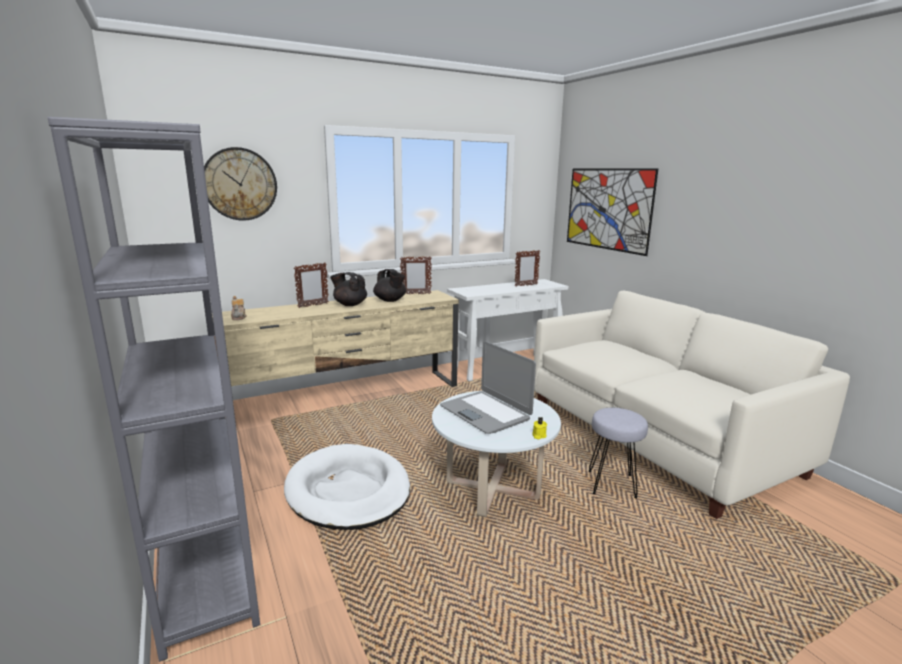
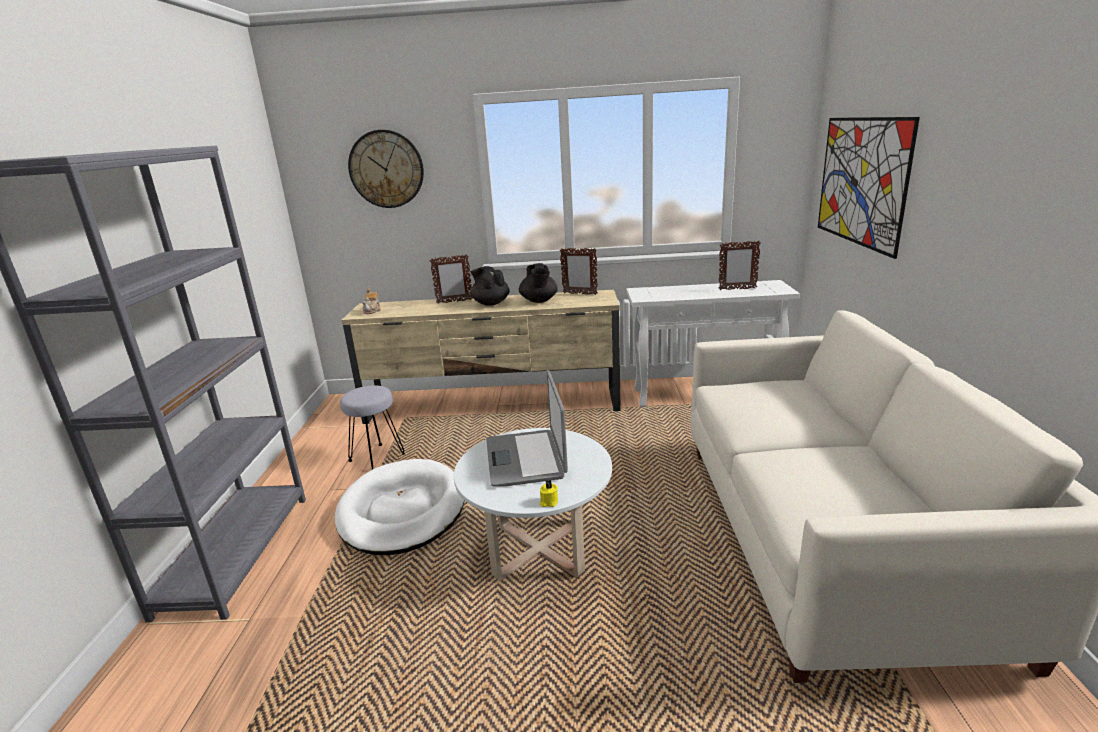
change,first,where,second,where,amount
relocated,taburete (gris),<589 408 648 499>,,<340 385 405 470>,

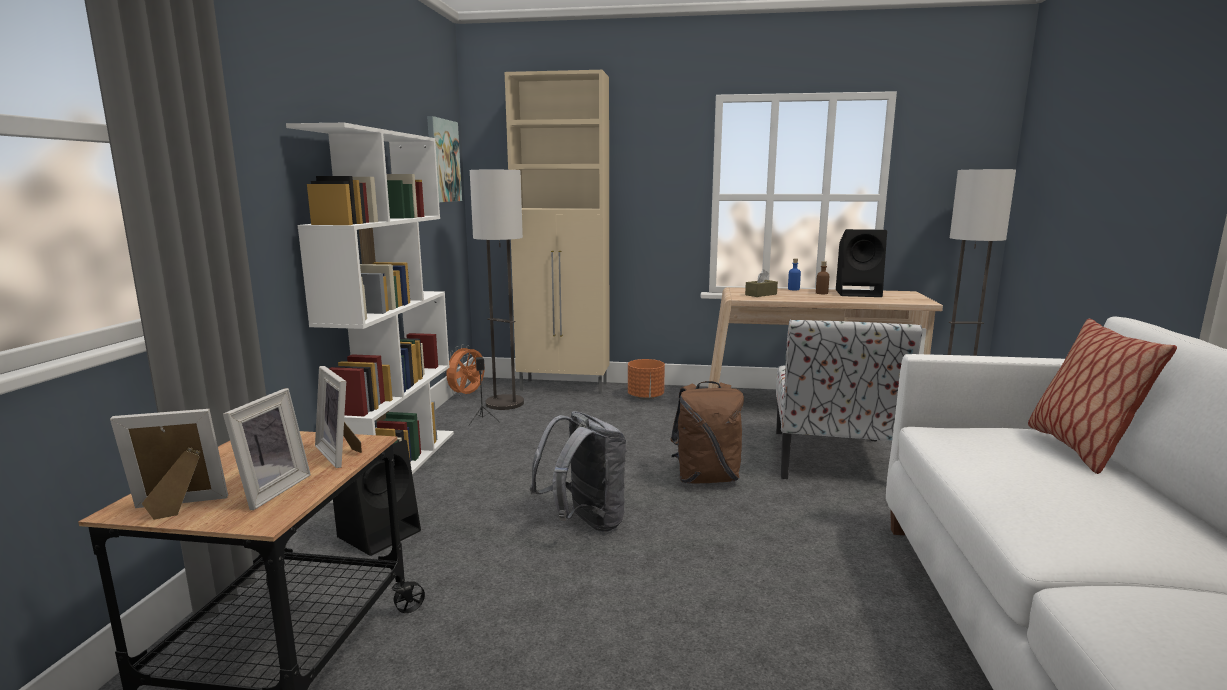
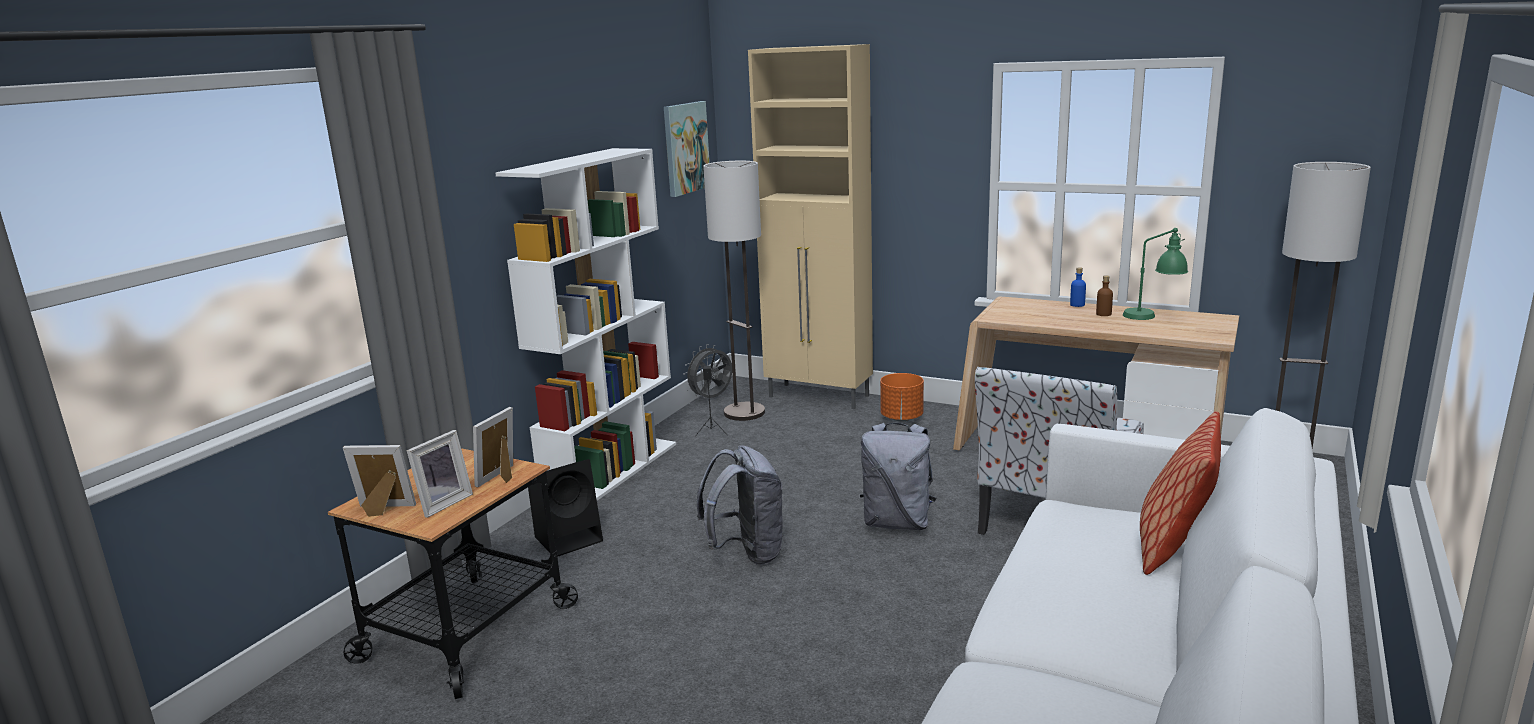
change,first,where,second,where,amount
exchanged,altavoz (negro),<836 229 887 297>,lámpara de mesa (verde),<1123 228 1188 320>,
missing,caja de pañuelos (marrón),<745 269 778 297>,,,
colour,ventilador (naranja),<443 345 485 396>,ventilador (gris),<683 344 732 399>,
spun,portarretratos,<315 366 362 468>,,<473 407 513 488>,45 degrees clockwise
colour,mochila (marrón),<670 381 744 483>,mochila (gris),<860 423 936 530>,

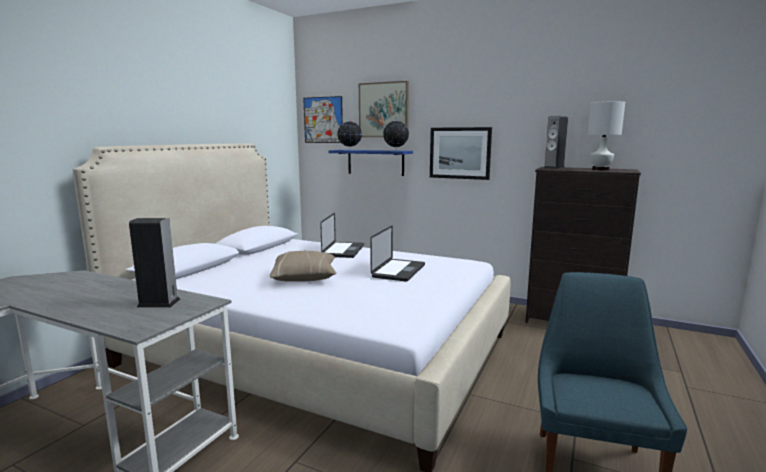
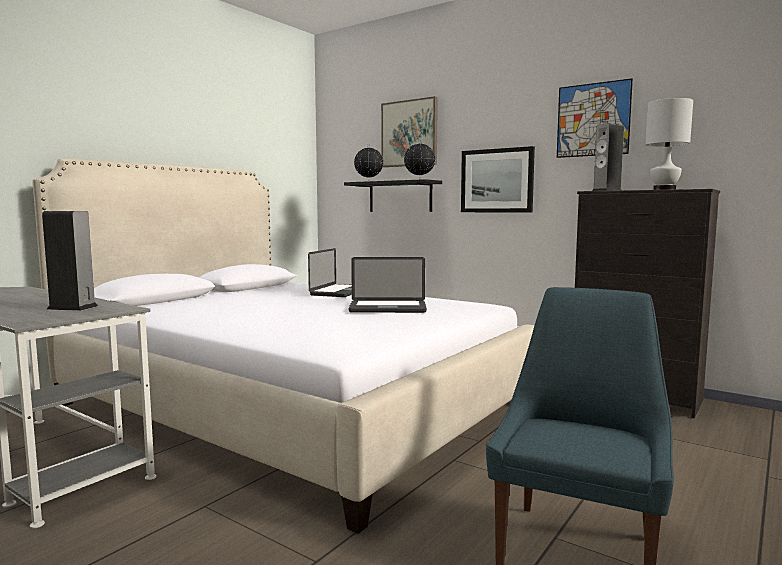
change,first,where,second,where,amount
relocated,cuadro,<303 96 343 143>,,<557 78 633 158>,
colour,estante (azul),<328 150 413 176>,estante (negro),<344 179 442 212>,
spun,portátil,<370 225 425 282>,,<348 257 427 313>,60 degrees clockwise
missing,cojín (beis),<270 250 336 282>,,,

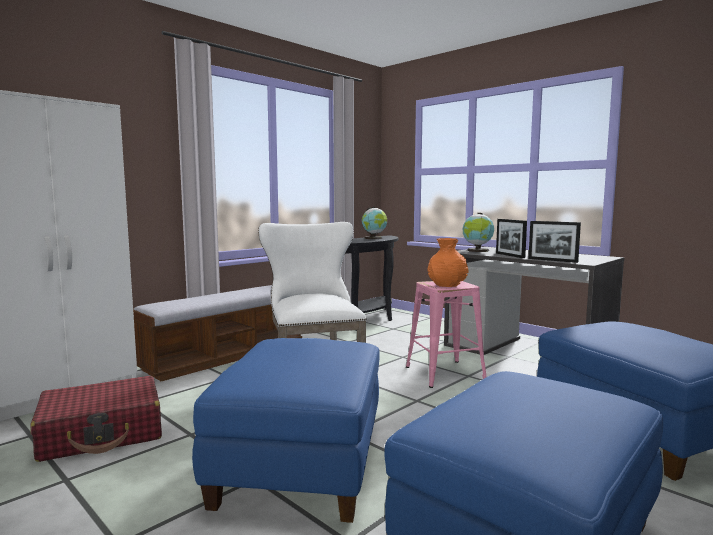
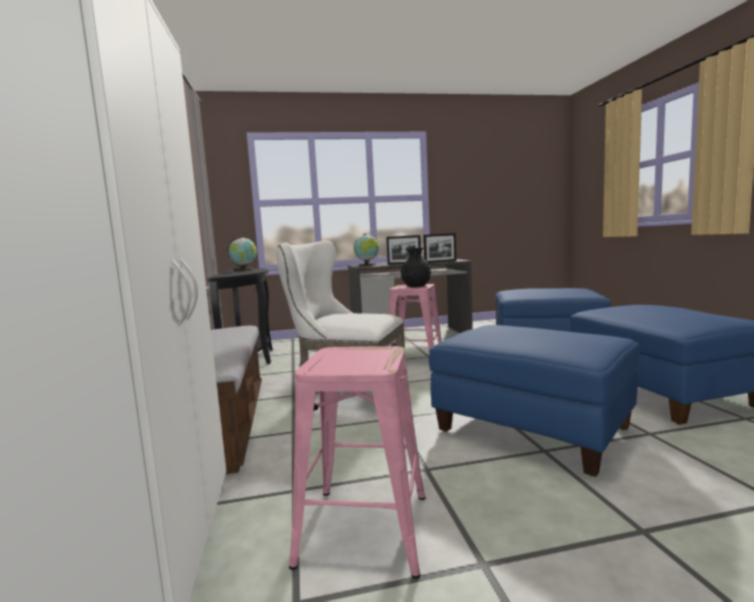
change,first,where,second,where,amount
colour,florero (naranja),<428 238 469 287>,florero (negro),<401 248 431 287>,
exchanged,maleta (rojo),<31 376 162 462>,taburete (rosa),<289 346 426 579>,

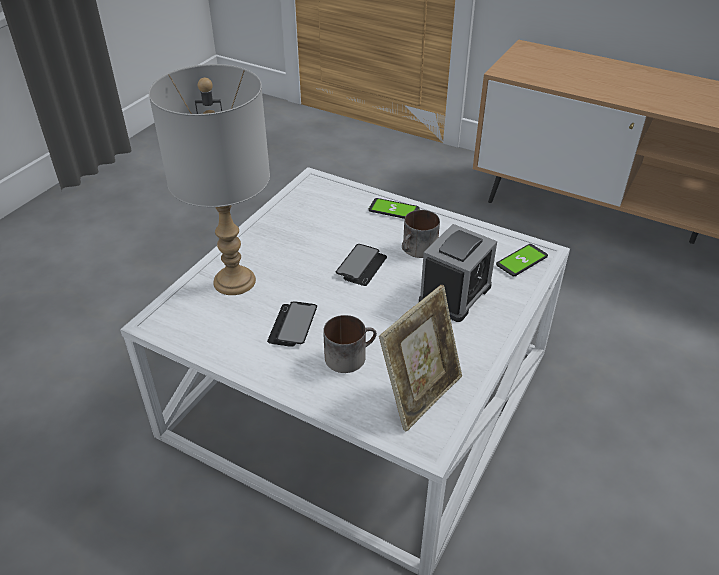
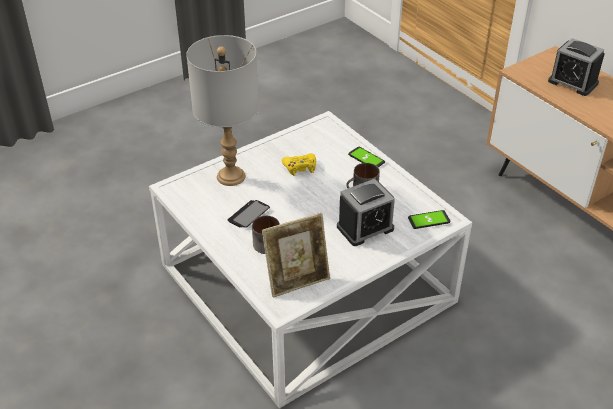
change,first,where,second,where,amount
missing,móvil,<335 244 387 286>,,,
appeared,,,despertador,<548 38 605 96>,
appeared,,,mando de consola (amarillo),<282 153 316 176>,

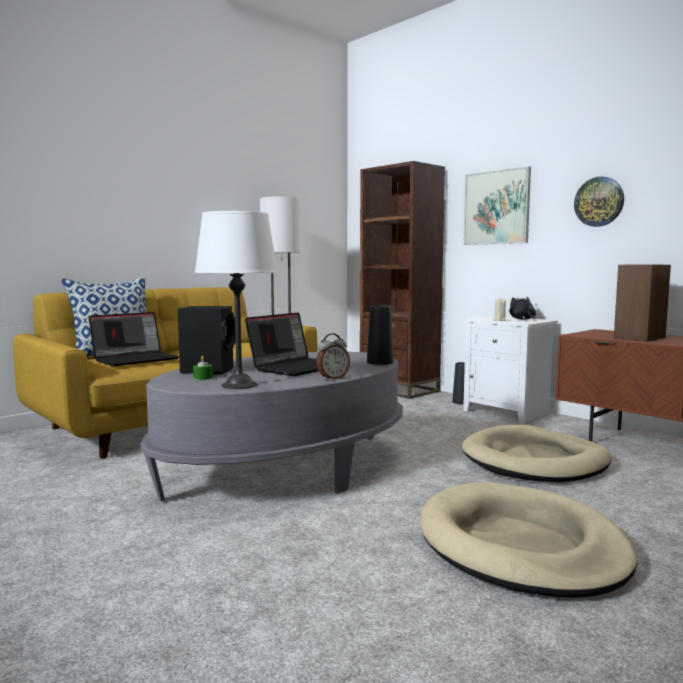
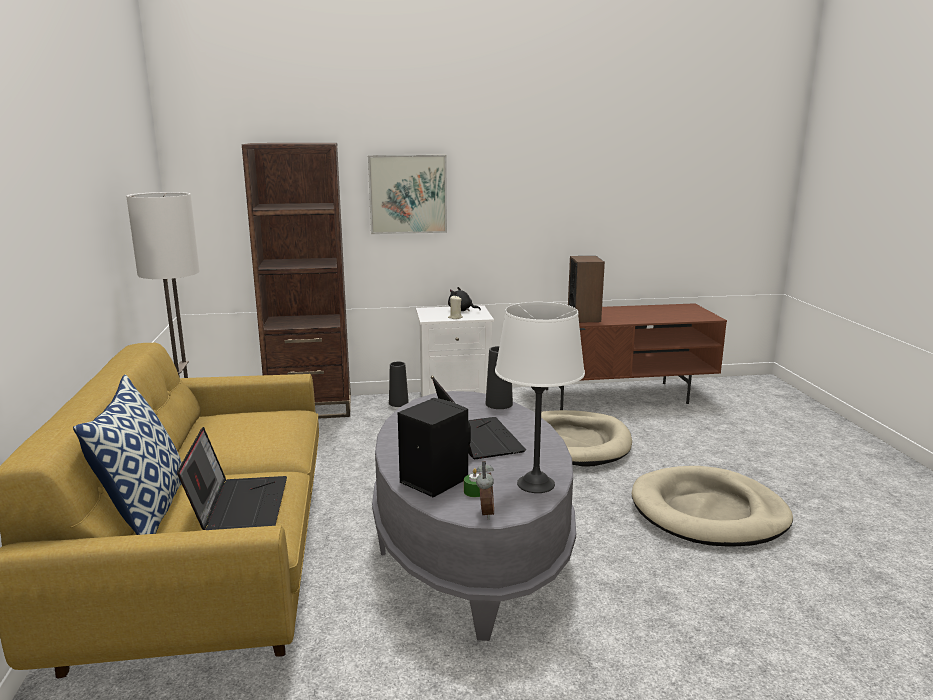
change,first,where,second,where,amount
missing,reloj de pared,<574 177 624 227>,,,
relocated,despertador,<316 333 350 380>,,<476 461 494 519>,

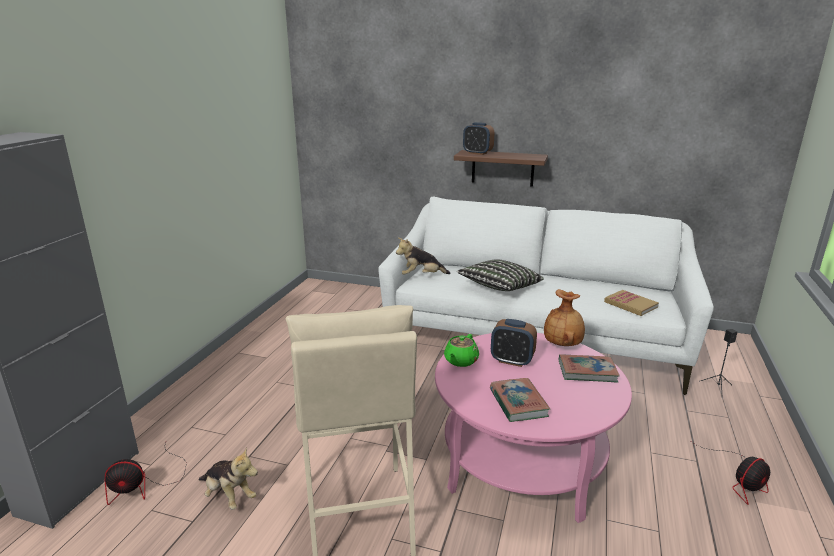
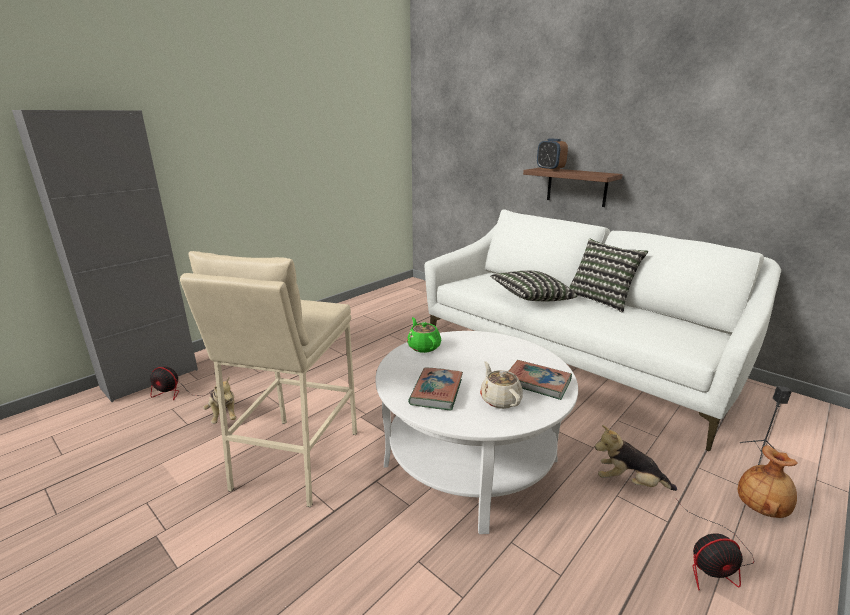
change,first,where,second,where,amount
relocated,peluche,<396 237 451 275>,,<595 425 677 491>,
relocated,florero (marrón),<544 289 585 346>,,<738 445 798 518>,
missing,libro,<604 290 659 316>,,,
missing,despertador,<491 319 537 367>,,,
colour,mesa de centro (rosa),<435 333 632 523>,mesa de centro (blanco),<375 331 578 534>,
spun,tetera (verde),<444 334 479 367>,,<407 317 441 353>,105 degrees clockwise
appeared,,,cojín,<569 239 648 313>,
appeared,,,tetera (beis),<480 361 523 409>,

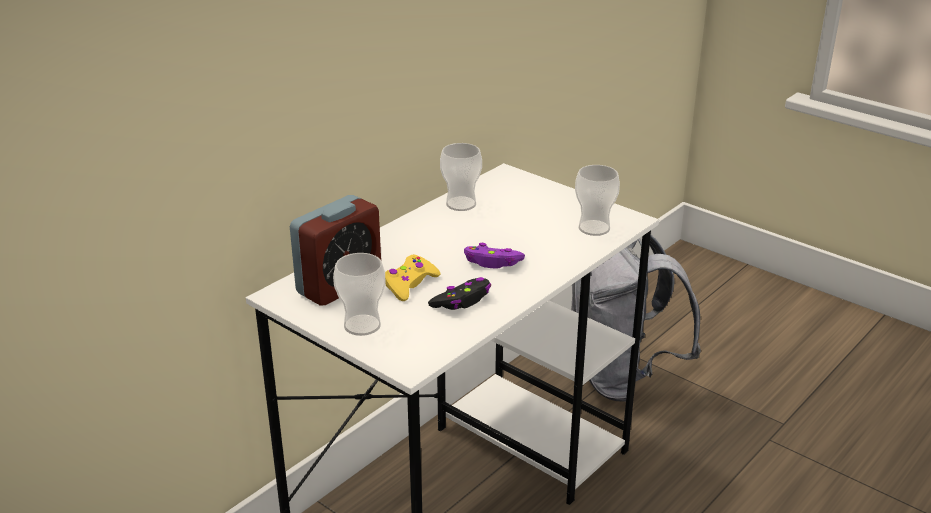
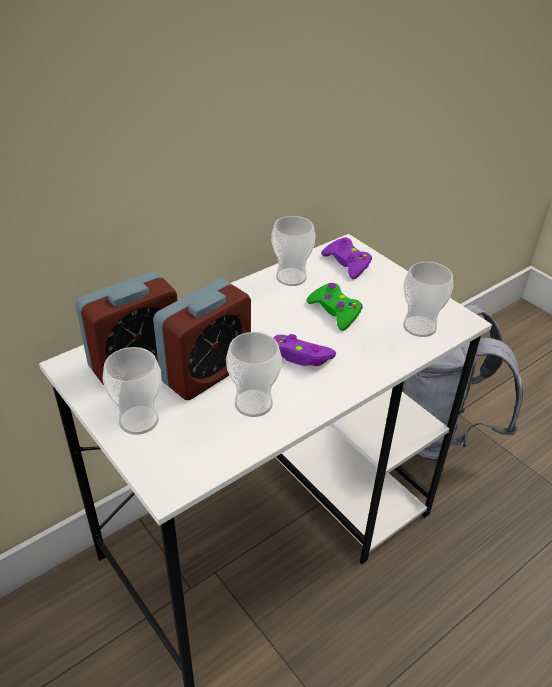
change,first,where,second,where,amount
exchanged,mando de consola (amarillo),<385 255 441 301>,despertador,<153 279 251 400>,
exchanged,mando de consola (negro),<428 277 491 310>,taza,<226 332 282 417>,
appeared,,,mando de consola (morado),<321 237 372 279>,
appeared,,,mando de consola (verde),<307 283 363 331>,

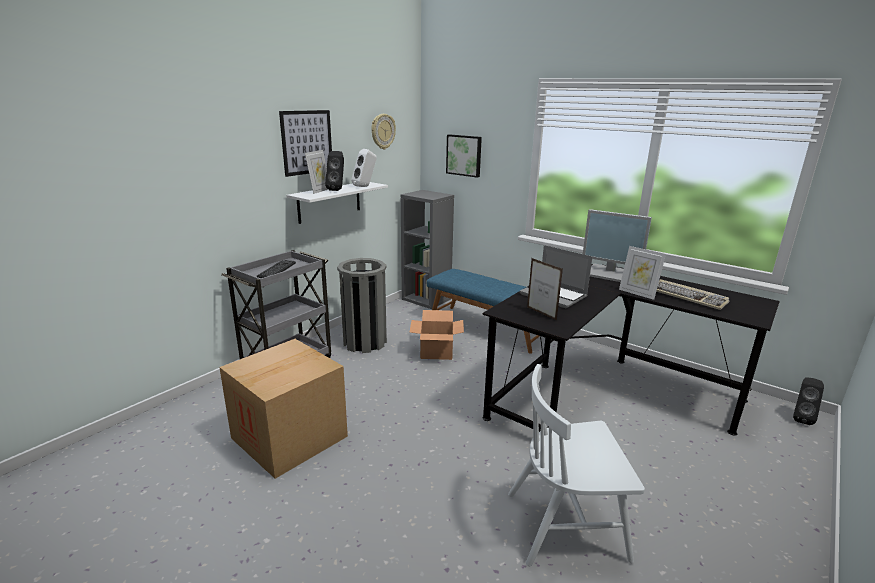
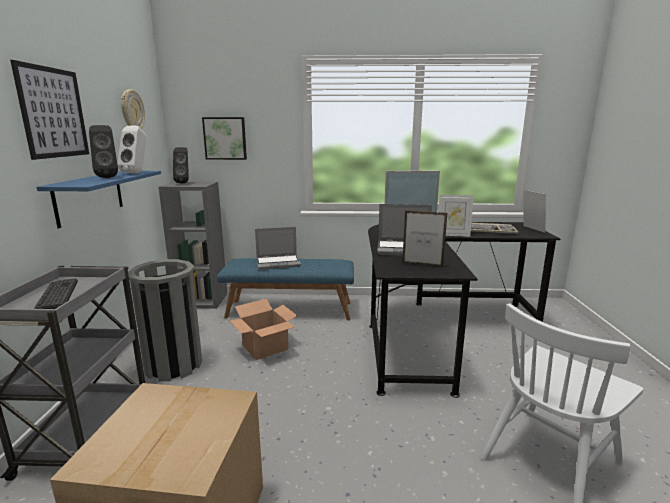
change,first,where,second,where,amount
relocated,portarretratos,<305 150 328 194>,,<523 190 546 233>,
colour,estante (blanco),<286 182 388 224>,estante (azul),<37 171 161 228>,
relocated,altavoz (negro),<793 377 824 425>,,<173 147 189 184>,
appeared,,,portátil,<255 227 301 270>,

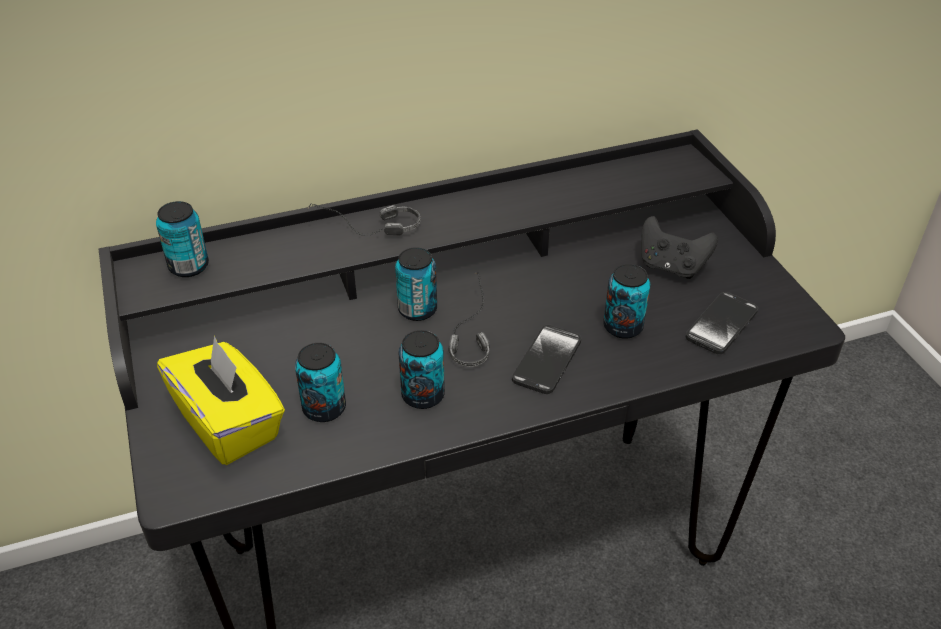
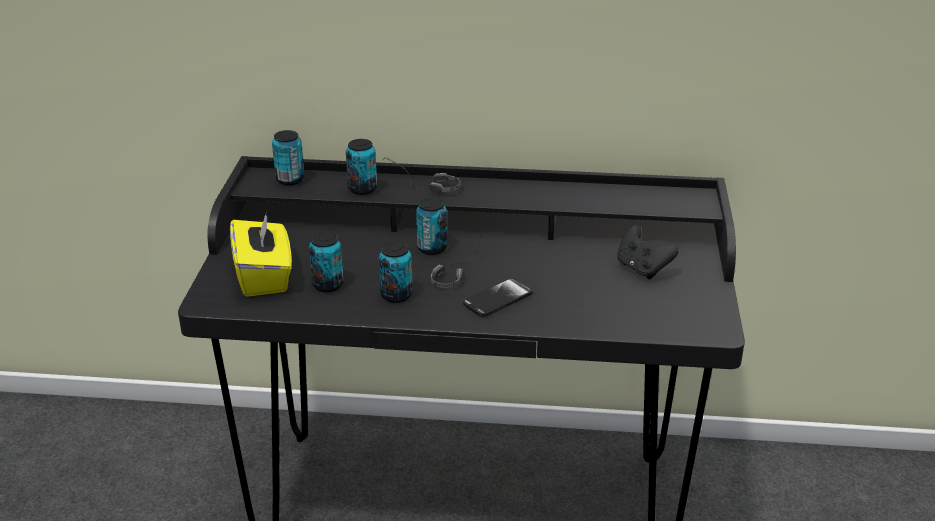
change,first,where,second,where,amount
relocated,lata,<603 264 650 339>,,<346 139 377 195>,
missing,móvil,<686 292 758 354>,,,

